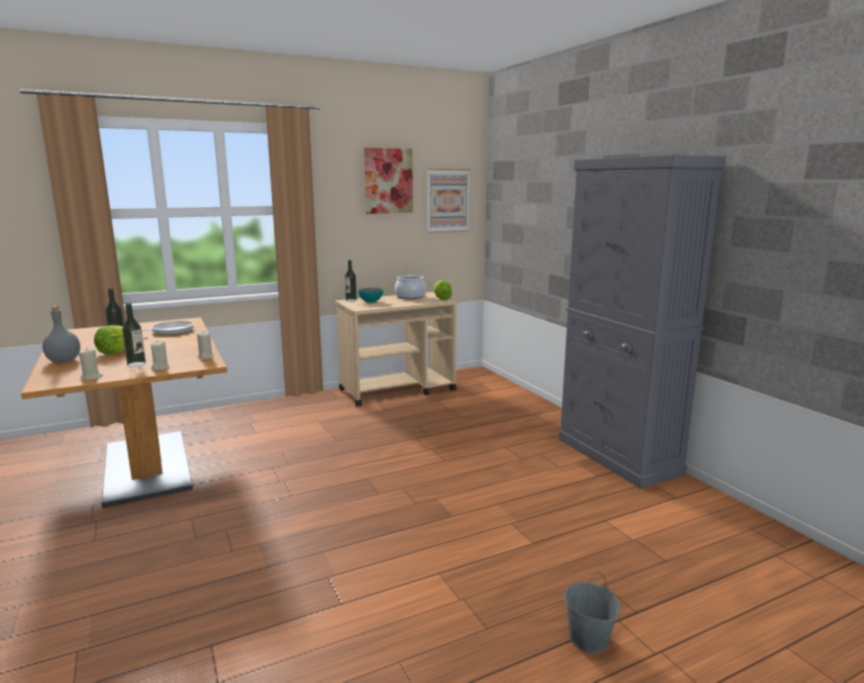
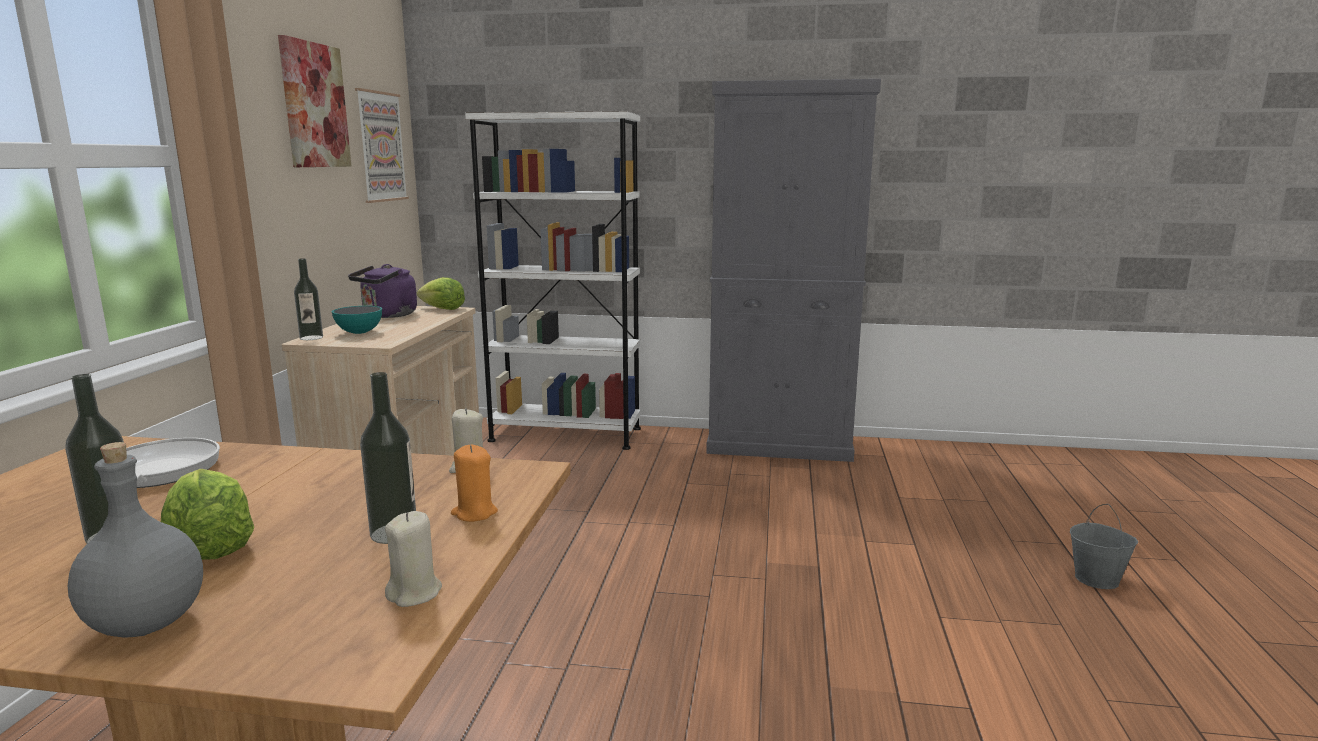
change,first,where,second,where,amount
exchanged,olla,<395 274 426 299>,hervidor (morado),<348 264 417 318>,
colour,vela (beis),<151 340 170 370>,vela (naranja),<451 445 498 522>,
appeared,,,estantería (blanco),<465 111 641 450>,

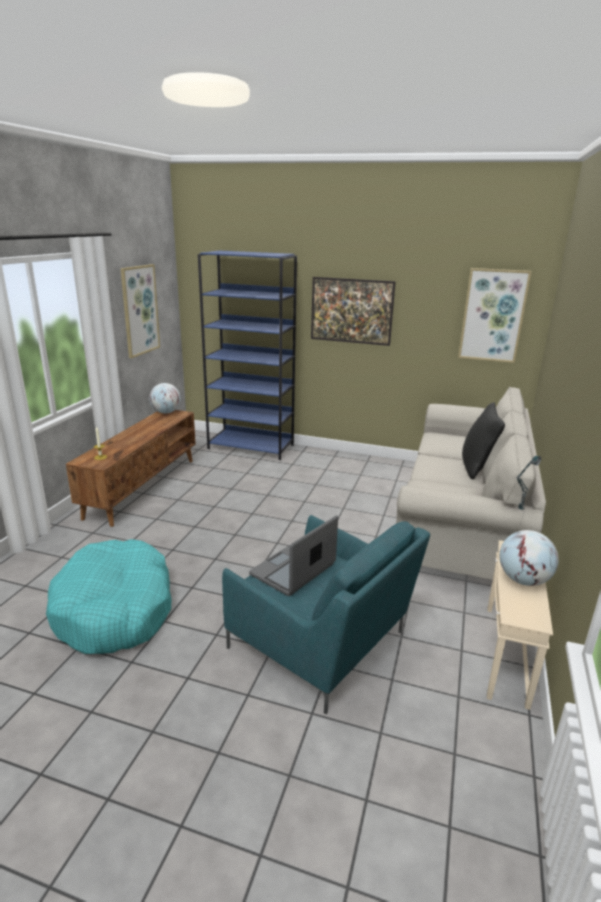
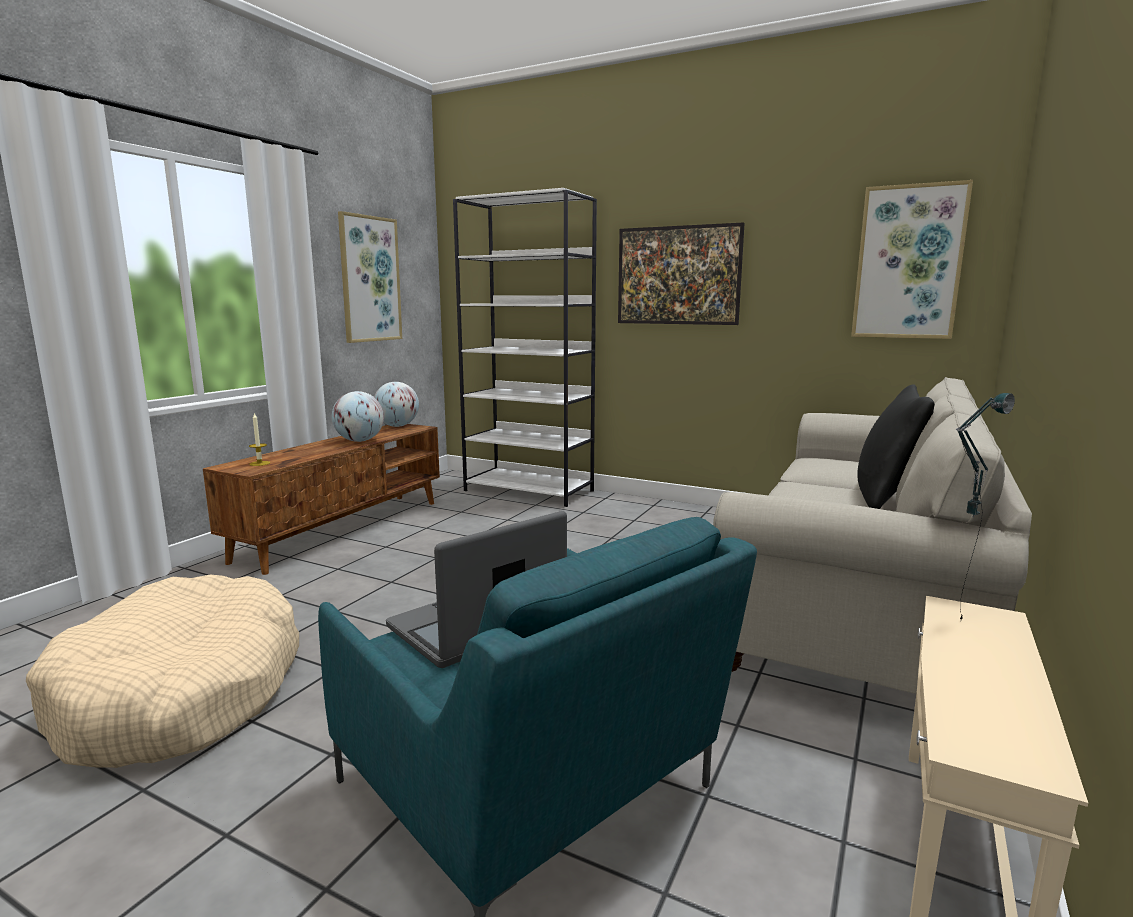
change,first,where,second,where,amount
colour,estantería (azul),<198 251 297 460>,estantería (blanco),<453 188 597 507>,
relocated,globo terráqueo,<499 530 559 586>,,<332 391 384 442>,
colour,cama para perro (turquesa),<46 539 171 654>,cama para perro (beis),<26 575 299 768>,

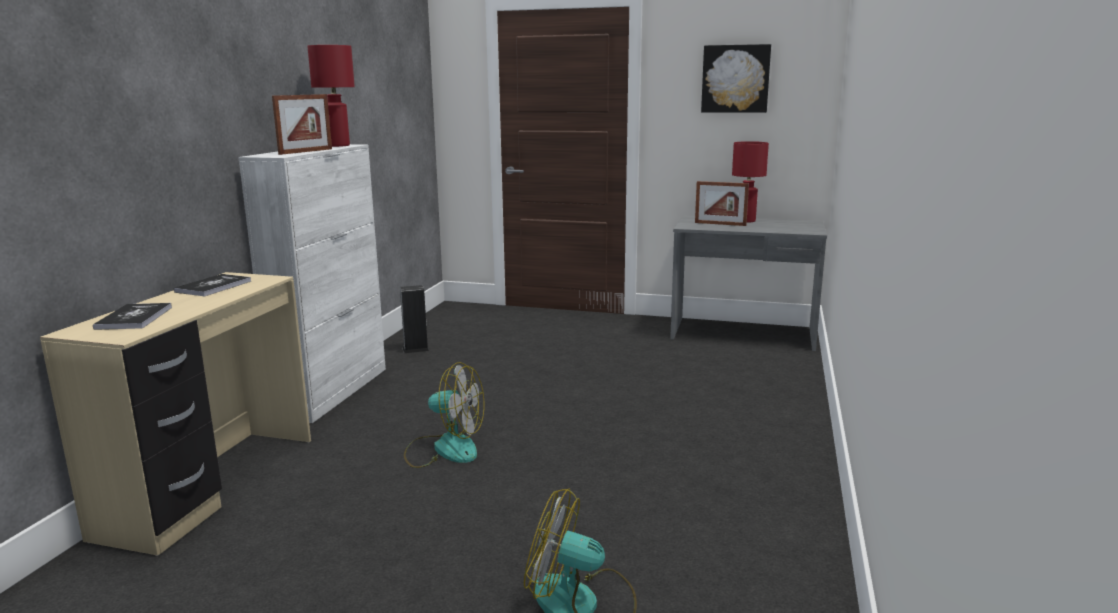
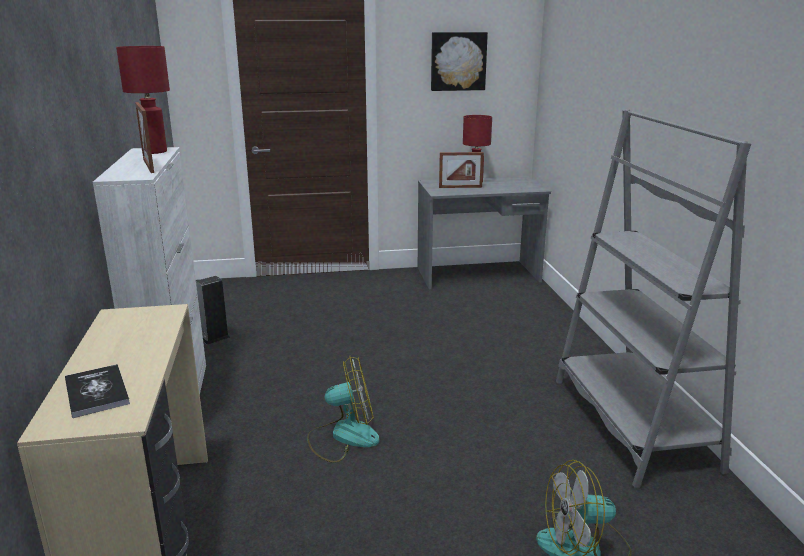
change,first,where,second,where,amount
spun,portarretratos,<272 94 332 155>,,<135 102 154 173>,150 degrees clockwise
missing,libro,<174 274 251 296>,,,
appeared,,,estantería (gris),<556 109 751 488>,

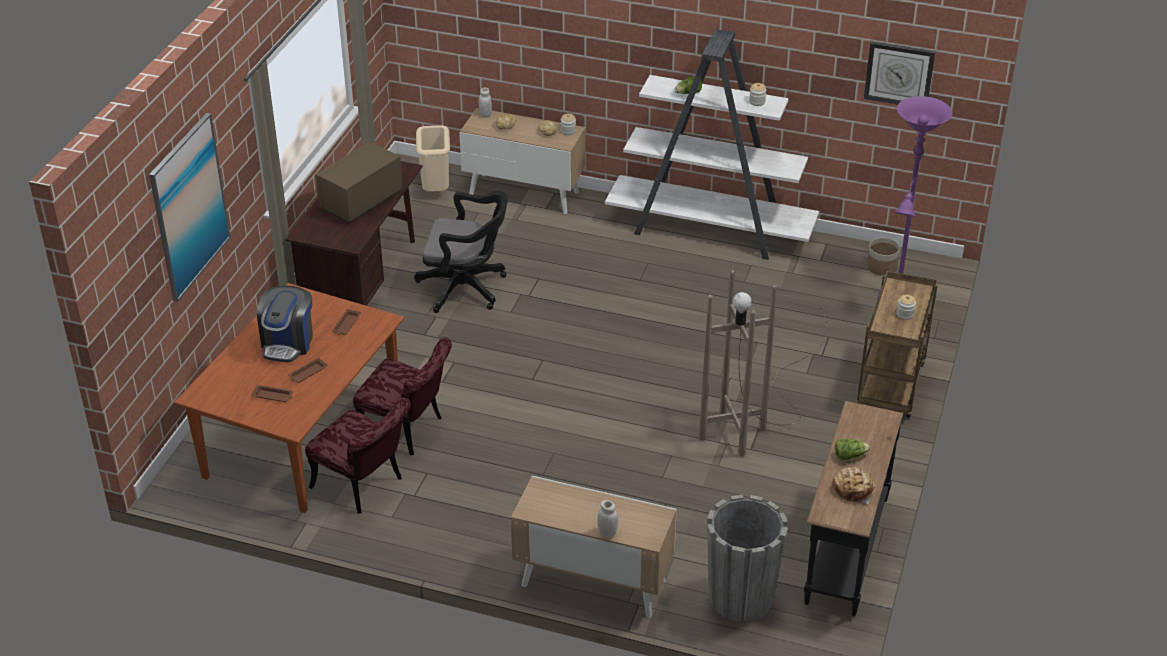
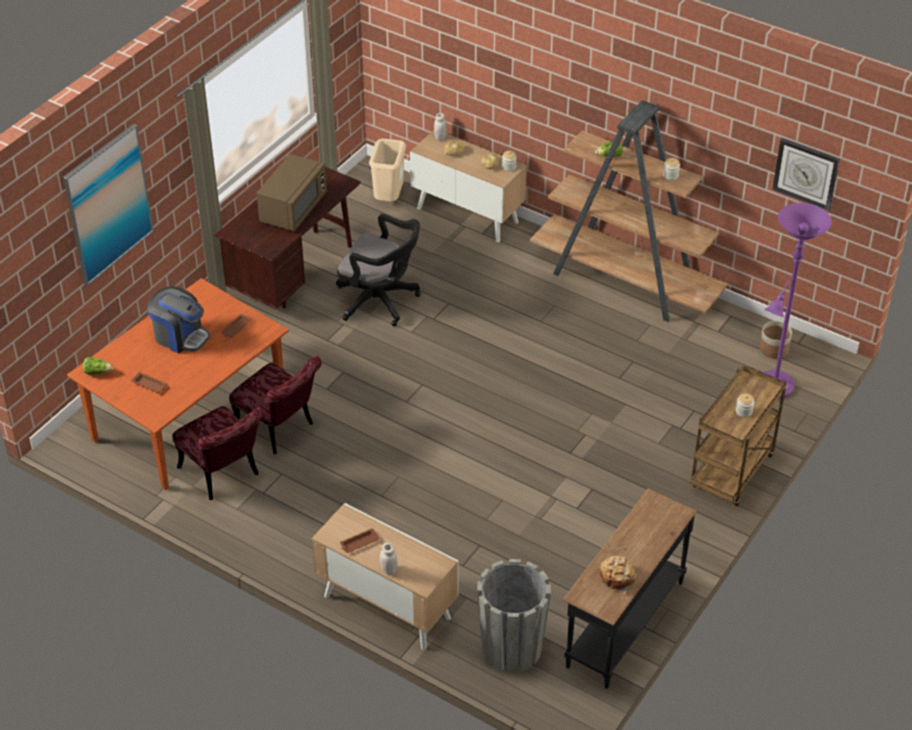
change,first,where,second,where,amount
colour,estantería (blanco),<605 29 819 260>,estantería (marrón),<530 100 728 322>,
spun,microondas (marrón),<315 142 403 223>,,<257 154 327 231>,150 degrees clockwise
missing,lámpara de pie (marrón),<699 270 828 457>,,,
spun,cafetera,<257 286 313 362>,,<147 286 210 353>,90 degrees counterclockwise
relocated,bandeja (marrón),<288 358 328 383>,,<340 528 380 553>,
relocated,lechuga,<835 439 870 460>,,<83 357 113 375>,

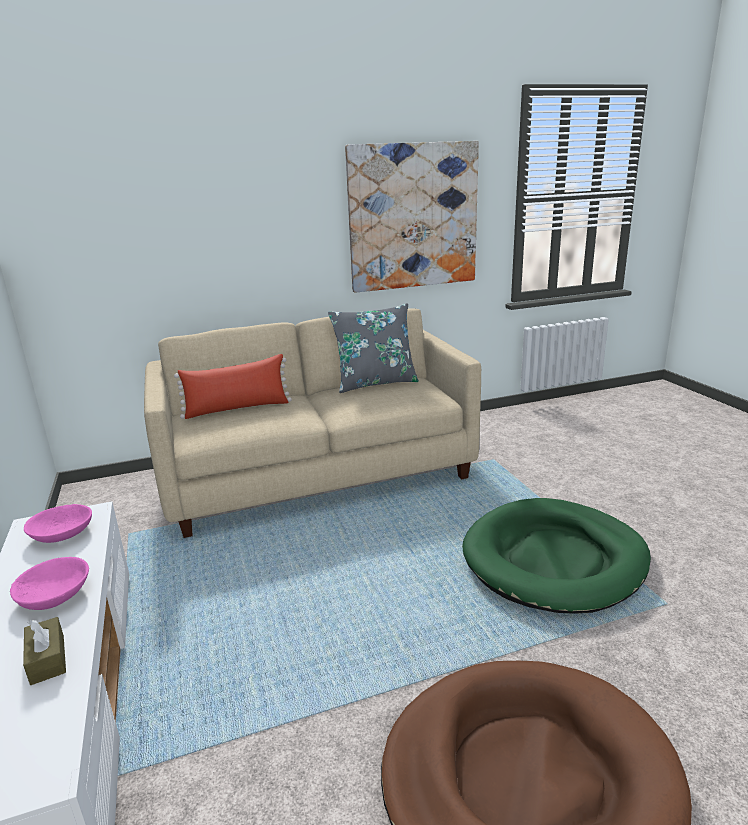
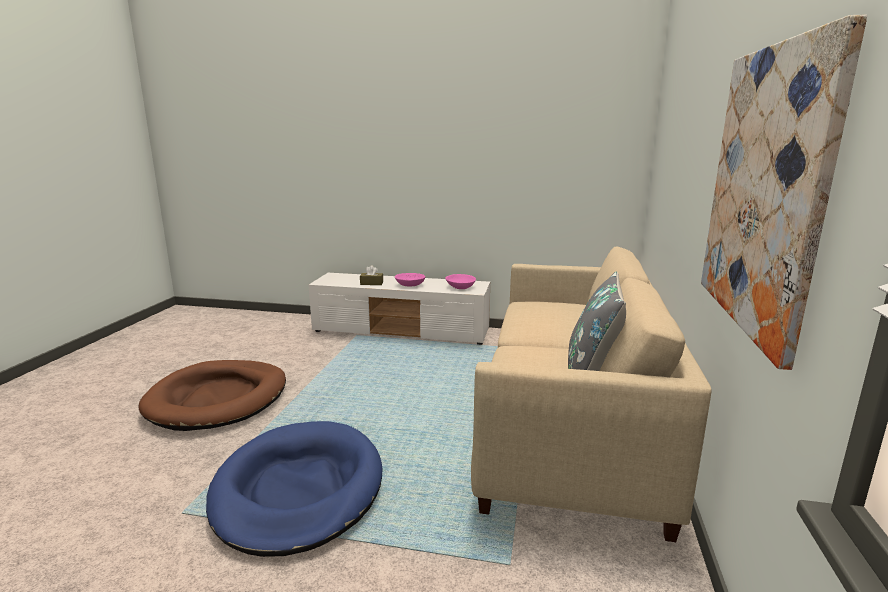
change,first,where,second,where,amount
missing,cojín (rojo),<174 354 292 419>,,,
colour,cama para perro (verde),<462 498 651 614>,cama para perro (azul),<206 421 382 557>,

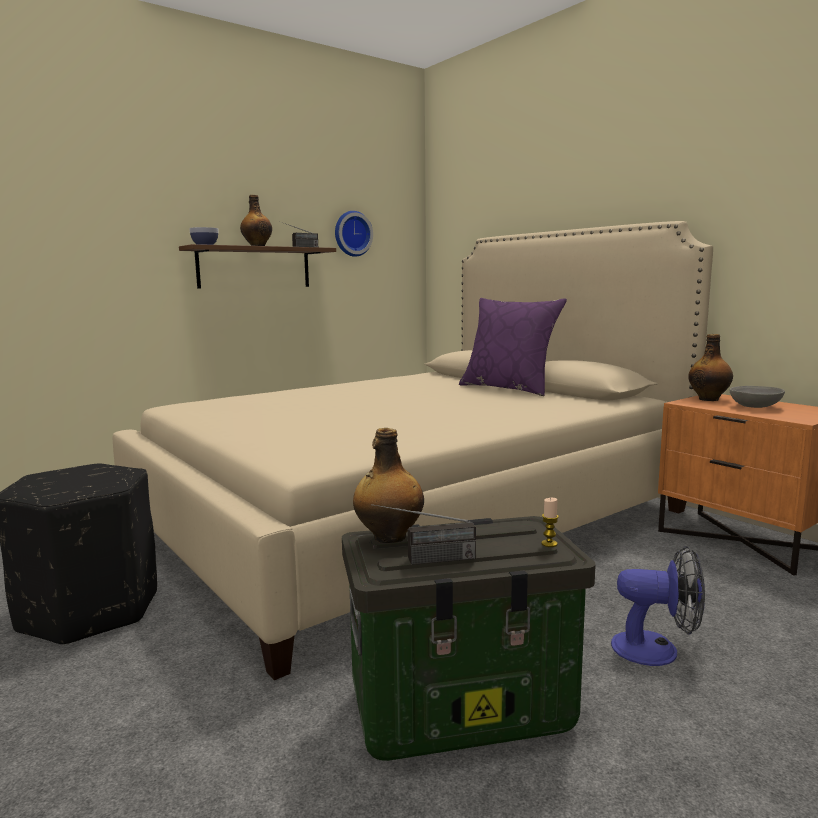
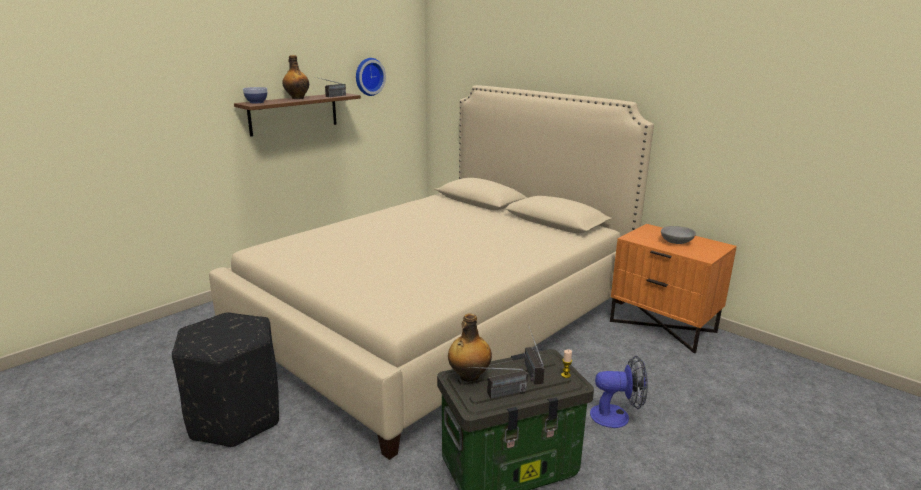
change,first,where,second,where,amount
missing,cojín (morado),<459 298 567 396>,,,
missing,botella,<688 334 733 401>,,,
appeared,,,radio,<524 324 544 385>,

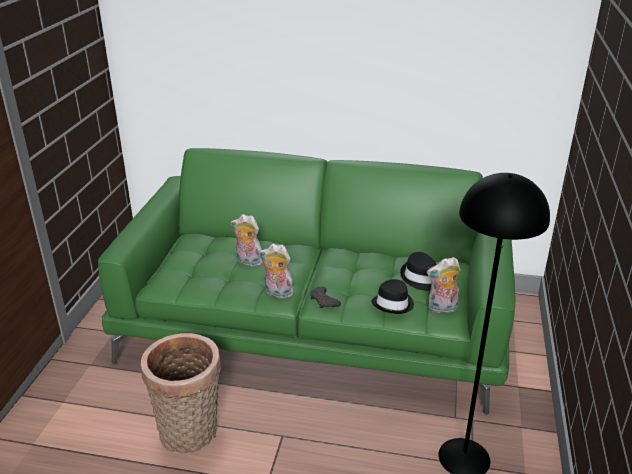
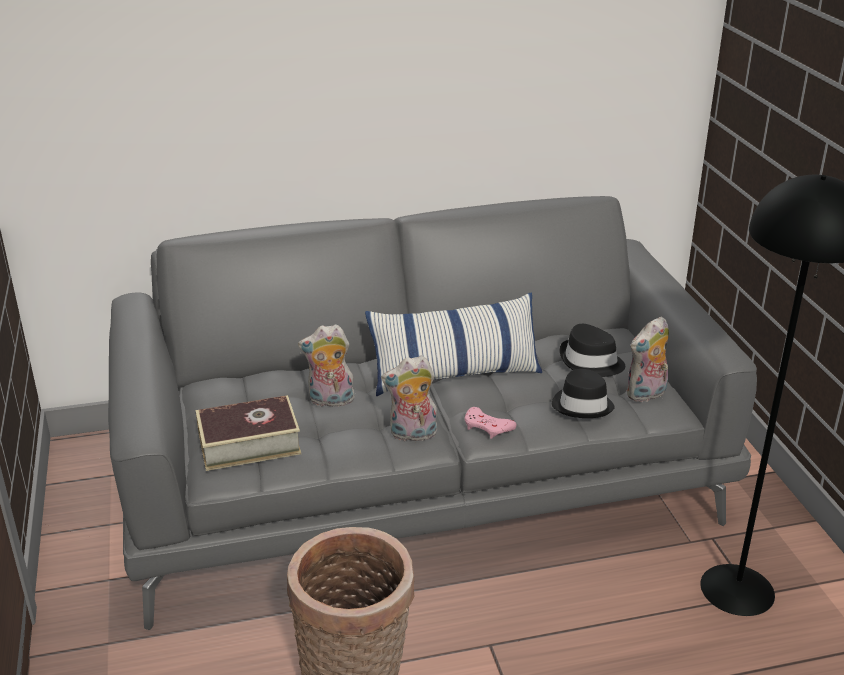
change,first,where,second,where,amount
colour,sofá (verde),<98 148 515 415>,sofá (gris),<108 196 757 630>,
colour,mando de consola (gris),<310 286 341 309>,mando de consola (rosa),<465 407 516 439>,
appeared,,,cojín,<365 293 542 396>,
appeared,,,libro,<195 395 301 471>,

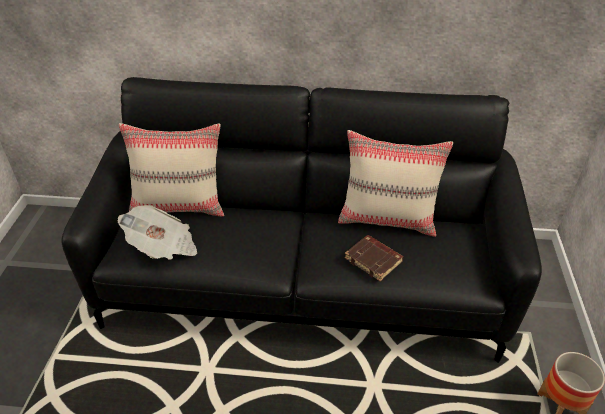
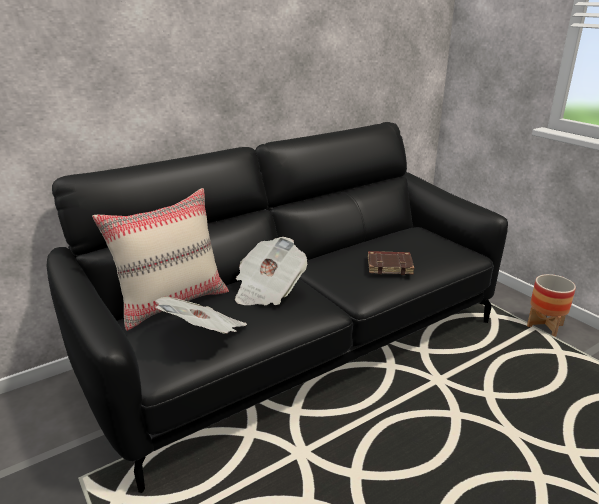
change,first,where,second,where,amount
missing,cojín (beis),<338 130 453 237>,,,
appeared,,,periódico,<235 237 307 305>,

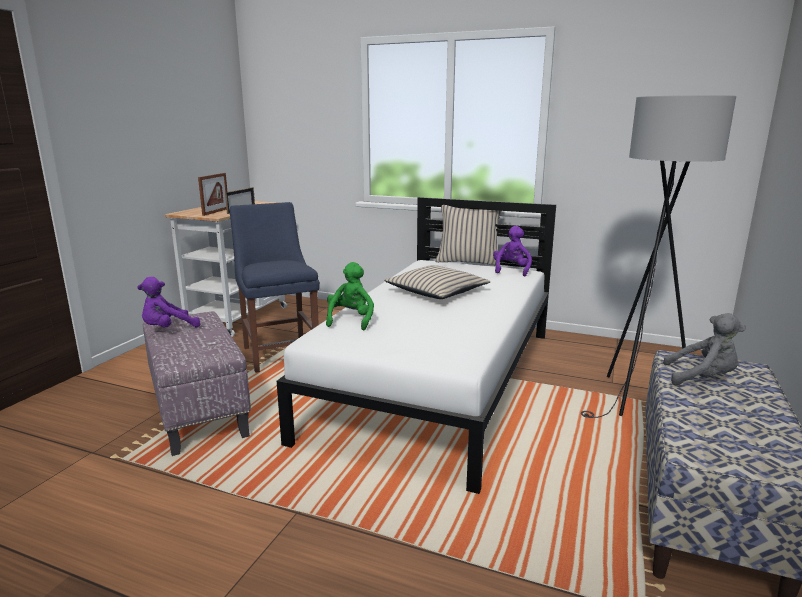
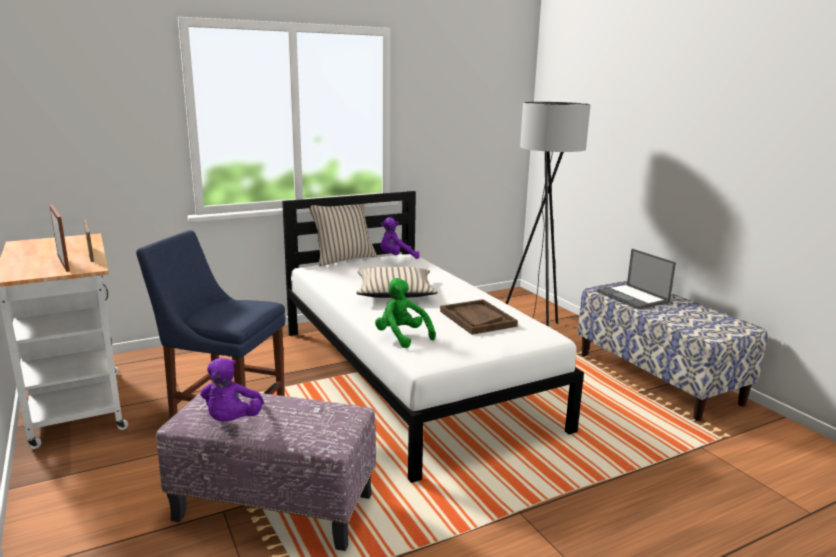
change,first,where,second,where,amount
spun,peluche (morado),<493 226 532 277>,,<380 217 420 259>,75 degrees counterclockwise
exchanged,peluche (gris),<663 313 746 386>,portátil,<597 249 676 310>,
appeared,,,bandeja (marrón),<440 299 518 335>,

